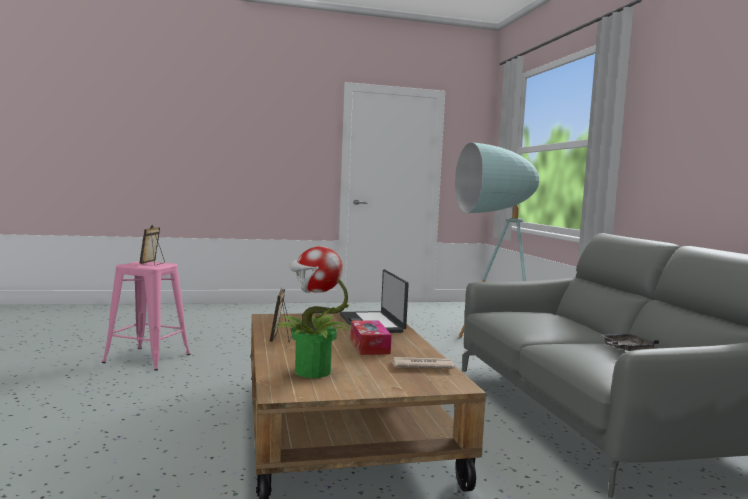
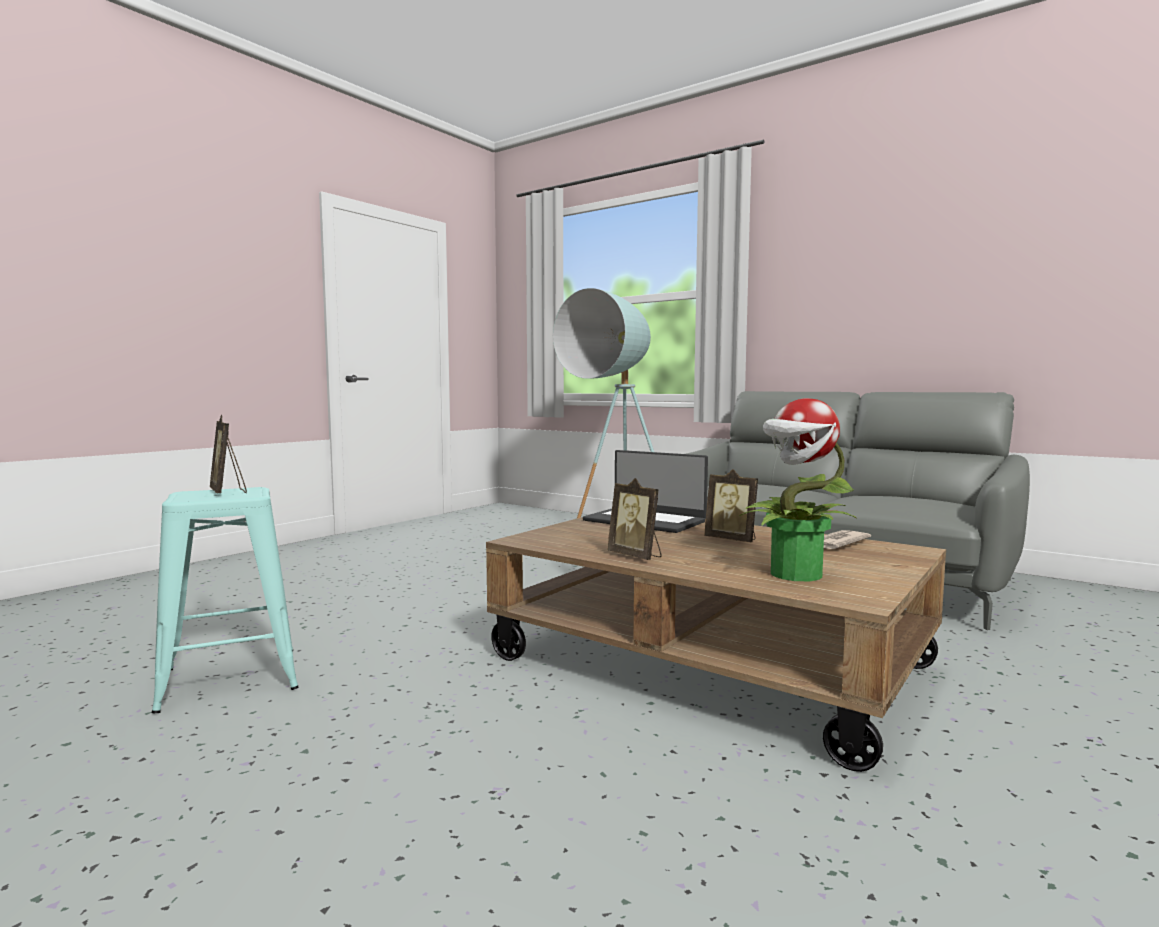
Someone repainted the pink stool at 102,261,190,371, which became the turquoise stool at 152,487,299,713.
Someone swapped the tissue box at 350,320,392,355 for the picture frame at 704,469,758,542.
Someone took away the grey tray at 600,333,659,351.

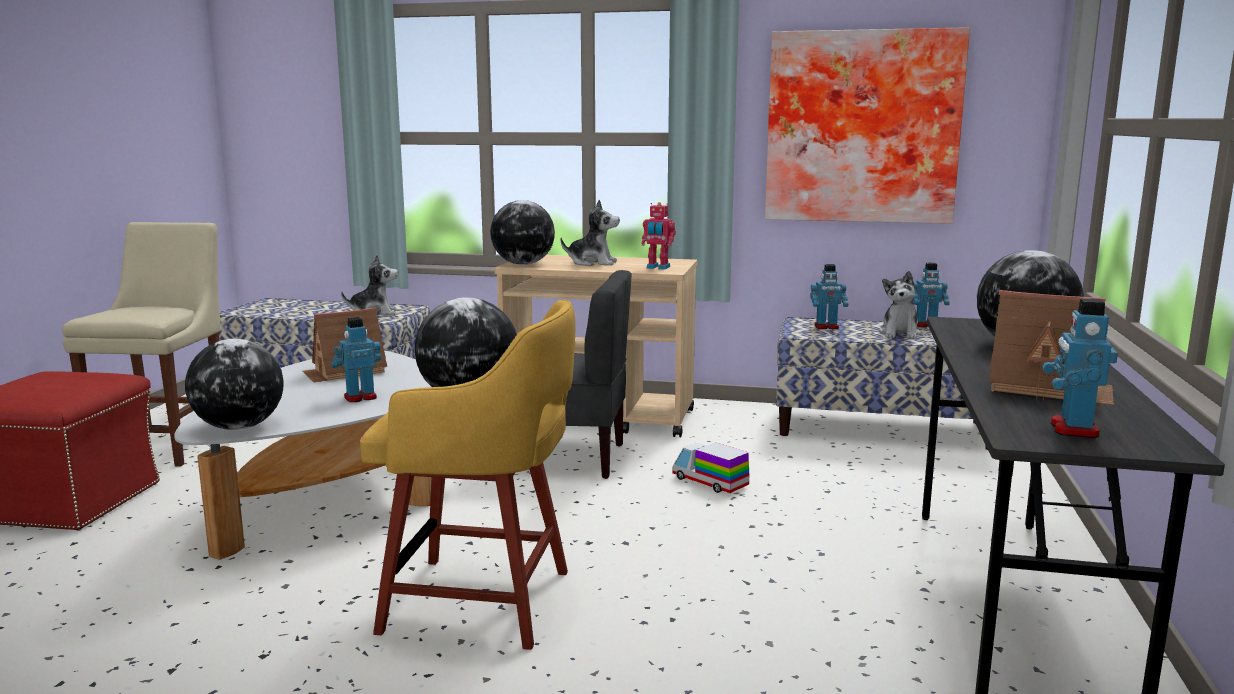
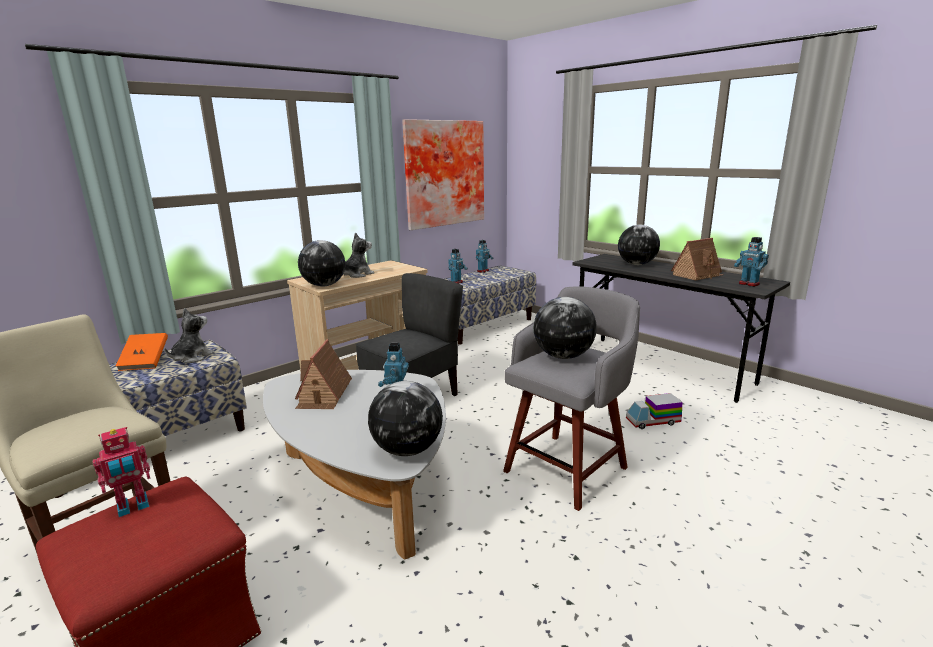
Someone carried the toy robot from 641,202,676,270 to 92,427,150,517.
Someone put down the orange book at 116,333,168,371.
Someone repainted the yellow stool at 360,300,575,650, which became the grey stool at 503,286,640,511.
Someone carried the toy truck from 672,442,749,493 to 626,393,682,429.
Someone took away the plush toy at 879,271,921,339.

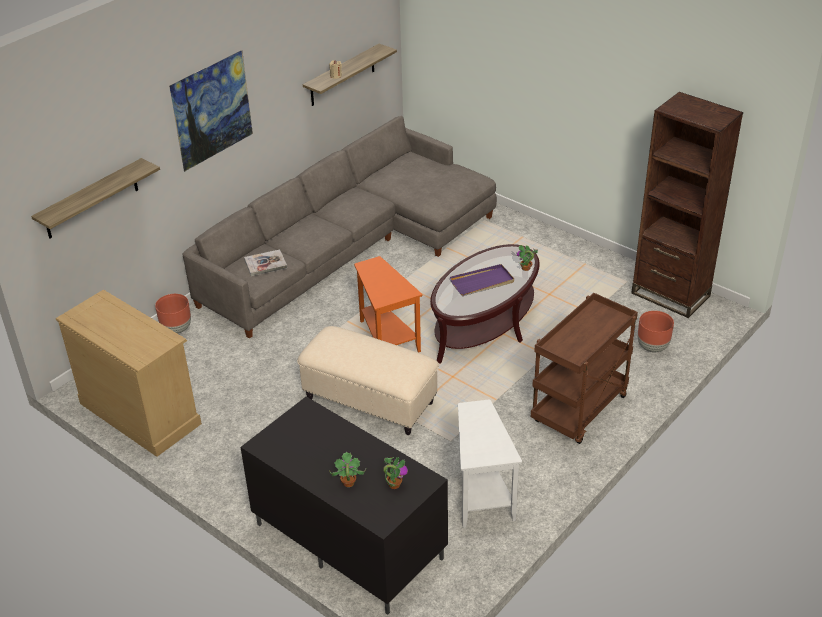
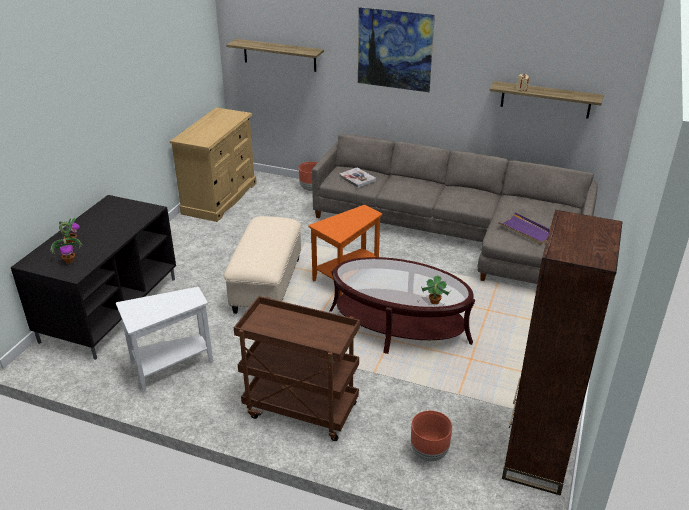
Someone carried the purple tray from 450,264,514,296 to 498,212,550,245.

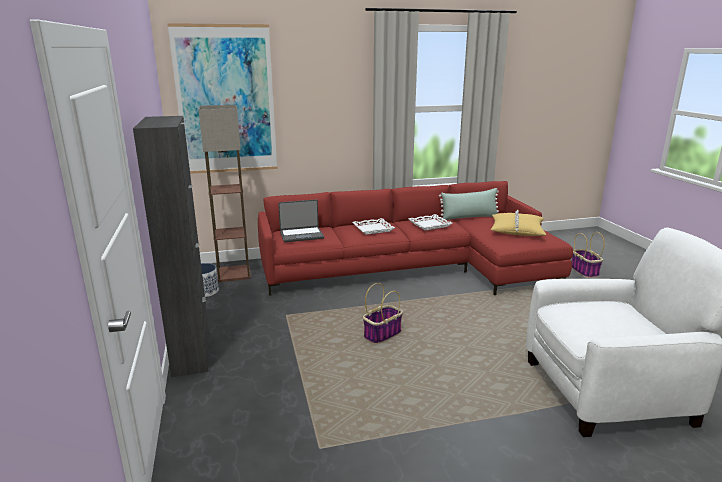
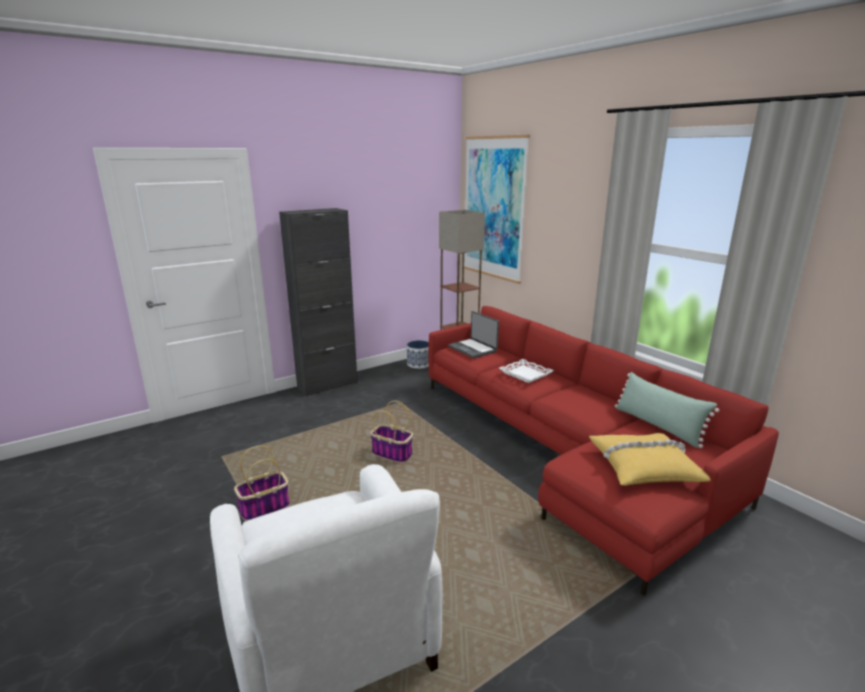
Someone carried the basket from 571,232,605,278 to 234,446,290,521.
Someone took away the white tray at 408,214,453,230.

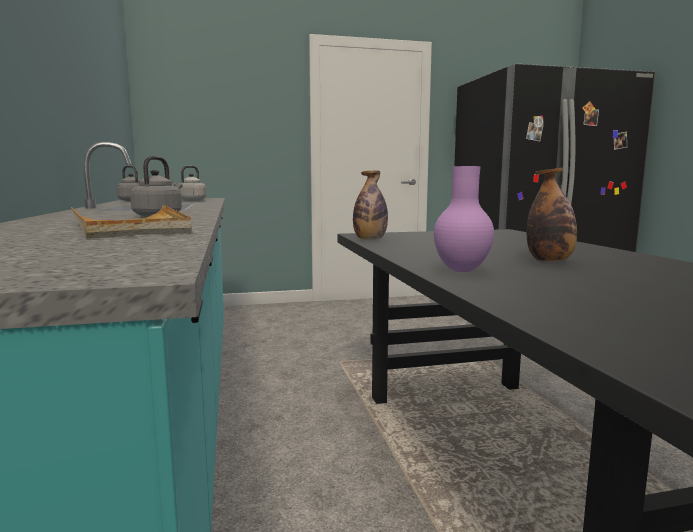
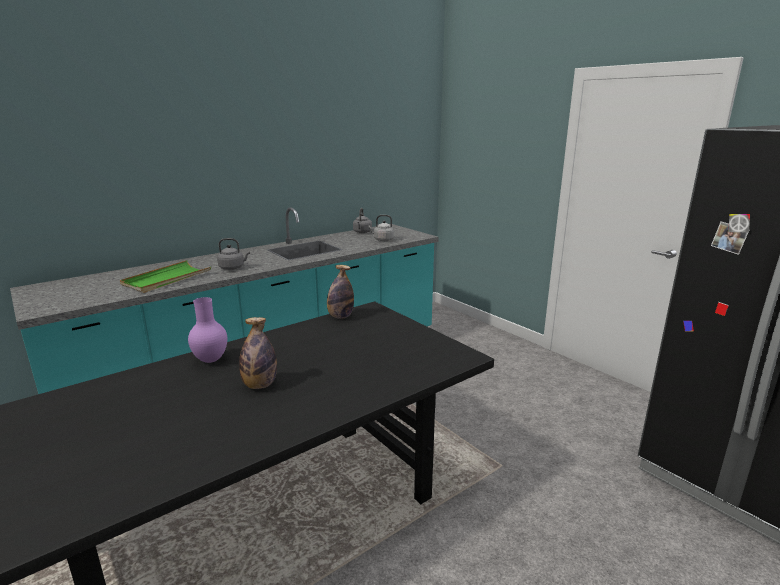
Someone repainted the beige tray at 71,205,192,239, which became the green tray at 120,260,211,293.

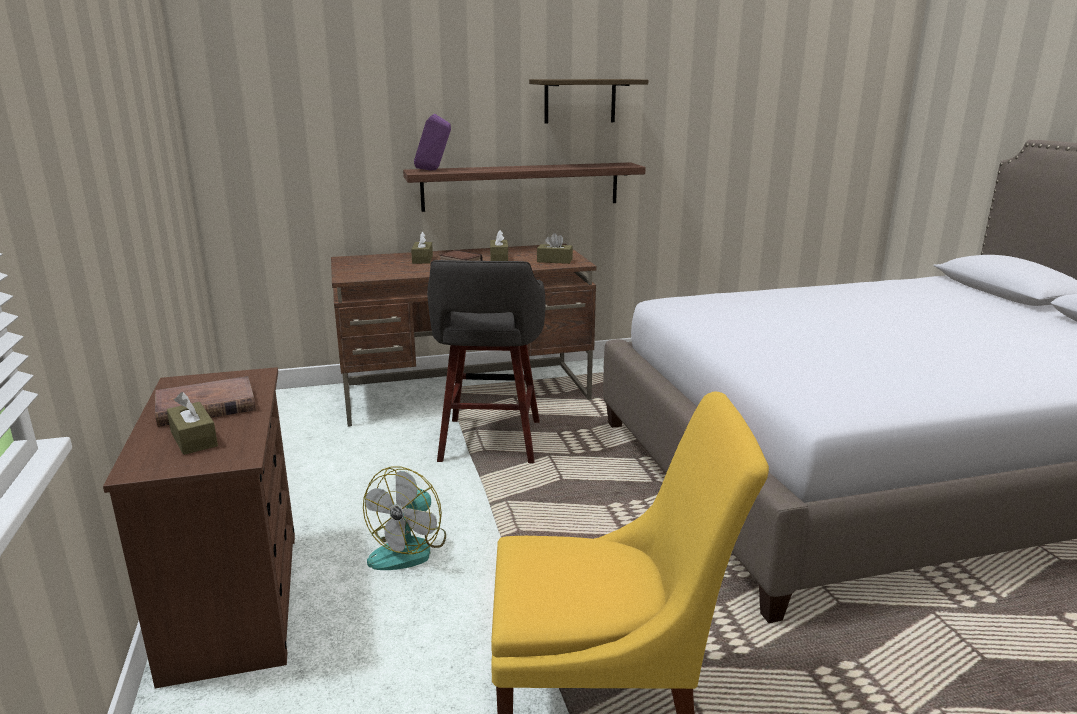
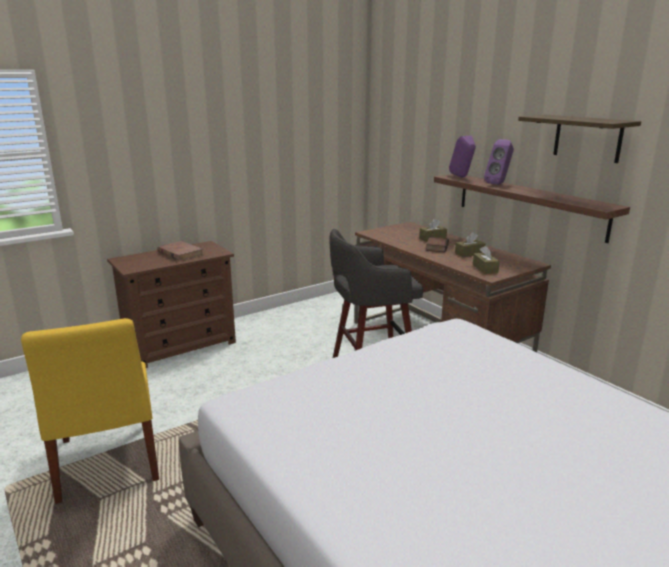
Someone put down the purple speaker at 484,139,514,185.
Someone took away the brown tissue box at 167,392,218,455.
Someone took away the fan at 363,466,446,570.

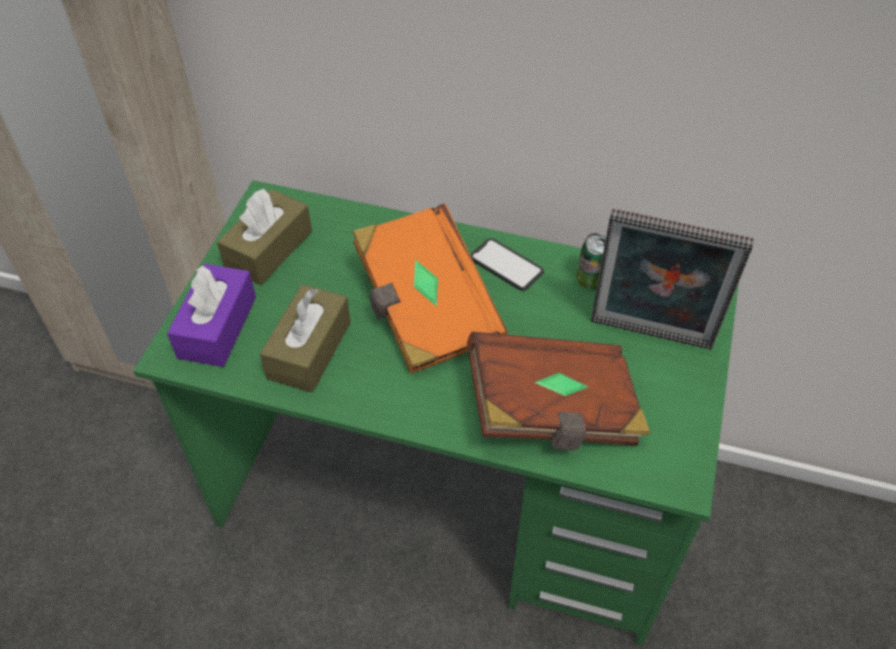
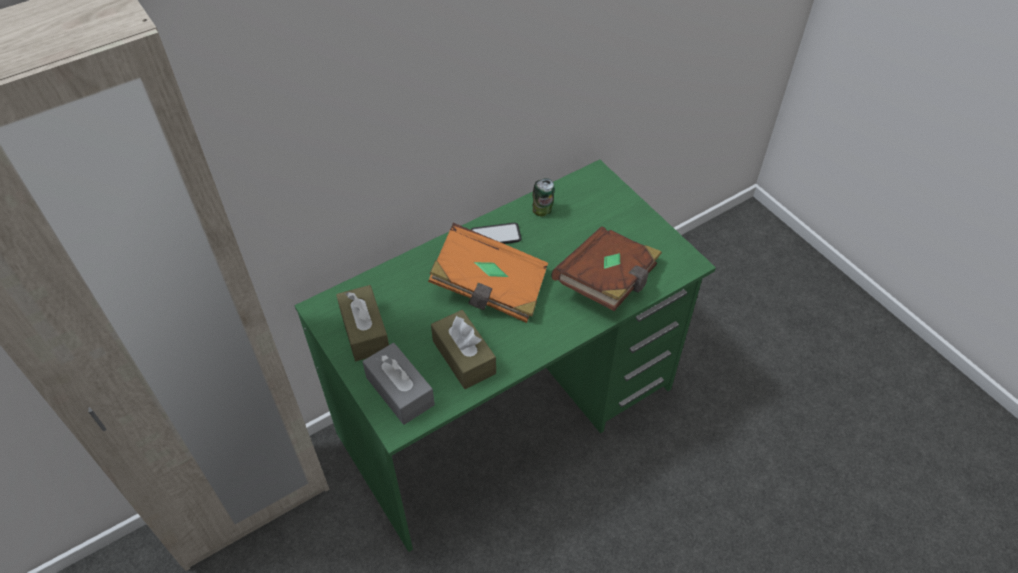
Someone repainted the purple tissue box at 167,264,256,367, which became the grey tissue box at 362,343,435,425.
Someone took away the picture frame at 591,209,754,349.

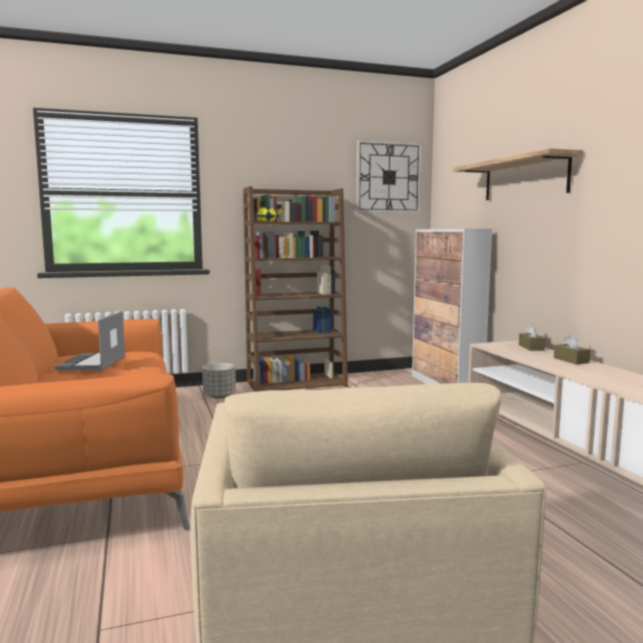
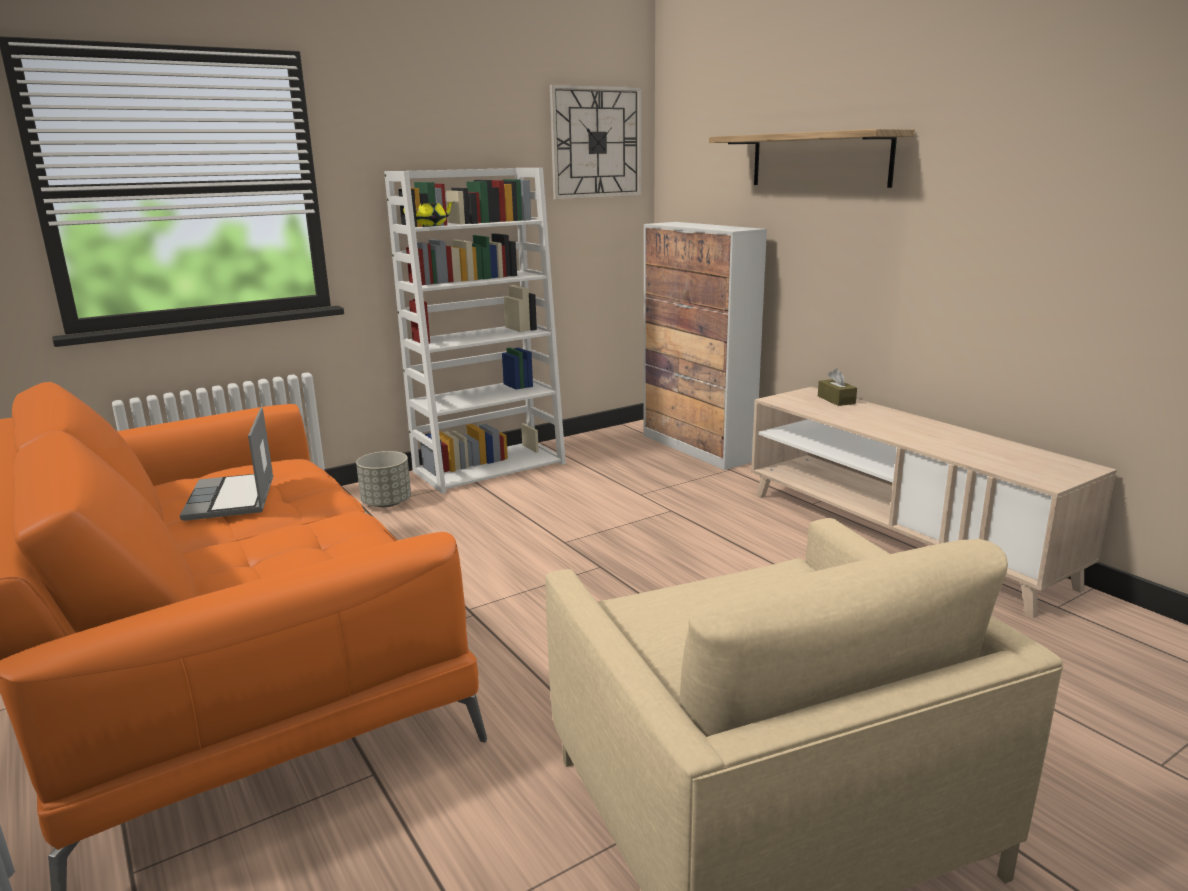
Someone repainted the brown bookcase at 243,186,348,392, which became the white bookcase at 384,168,566,494.
Someone took away the brown tissue box at 554,334,590,364.

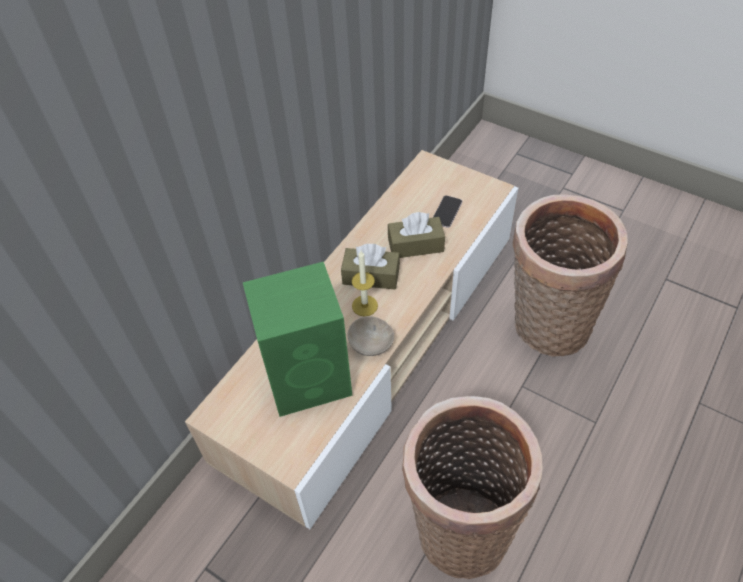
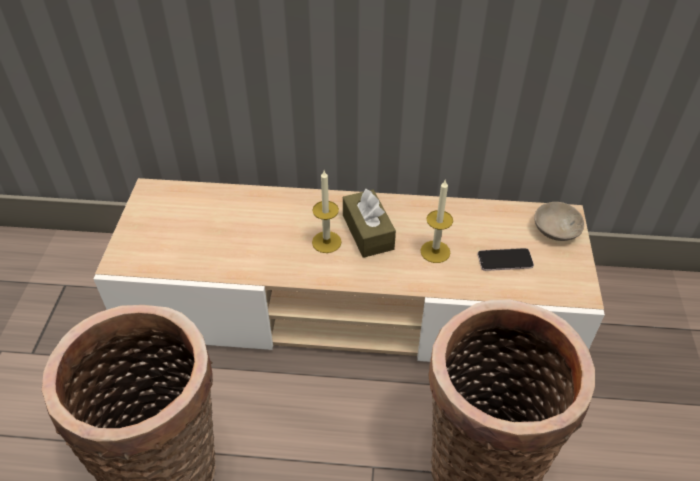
Someone swapped the brown tissue box at 388,212,445,258 for the candle at 420,180,453,263.
Someone carried the beige bowl from 347,316,394,356 to 534,202,584,241.
Someone took away the green speaker at 243,262,353,417.

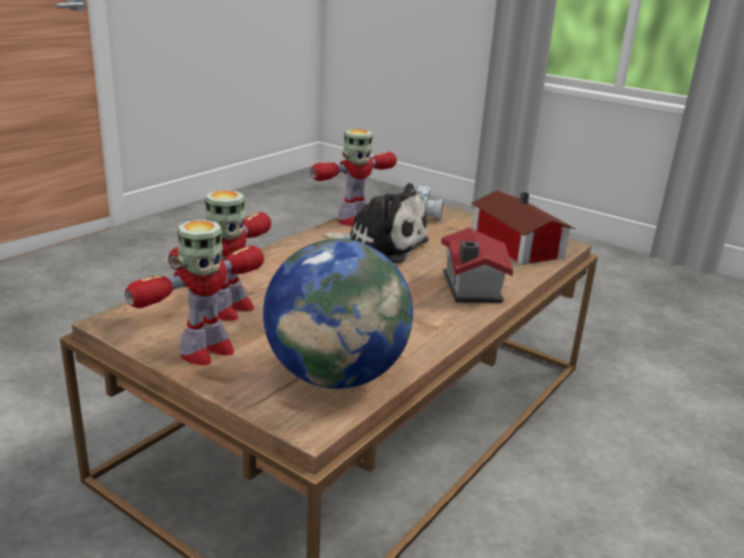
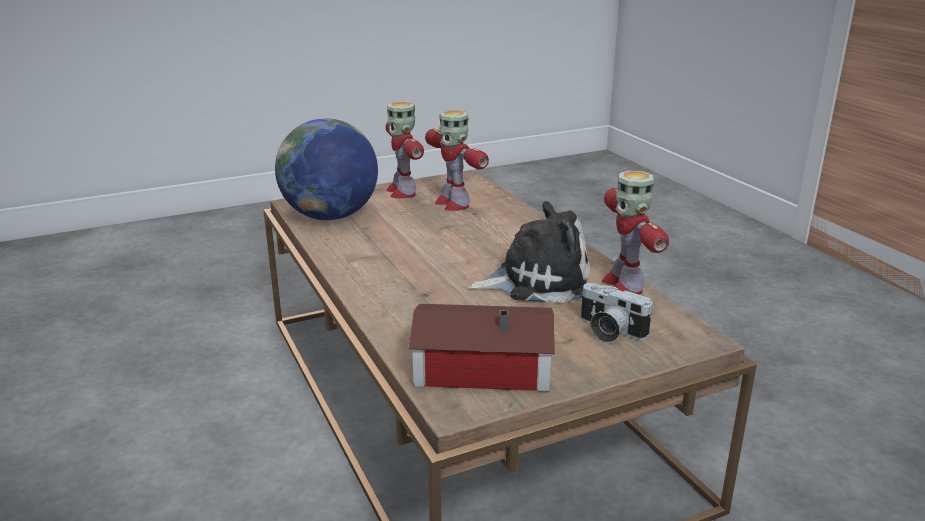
Someone rotated the plush toy at 323,183,429,264 by 150 degrees counterclockwise.
Someone took away the toy house at 441,228,513,303.

